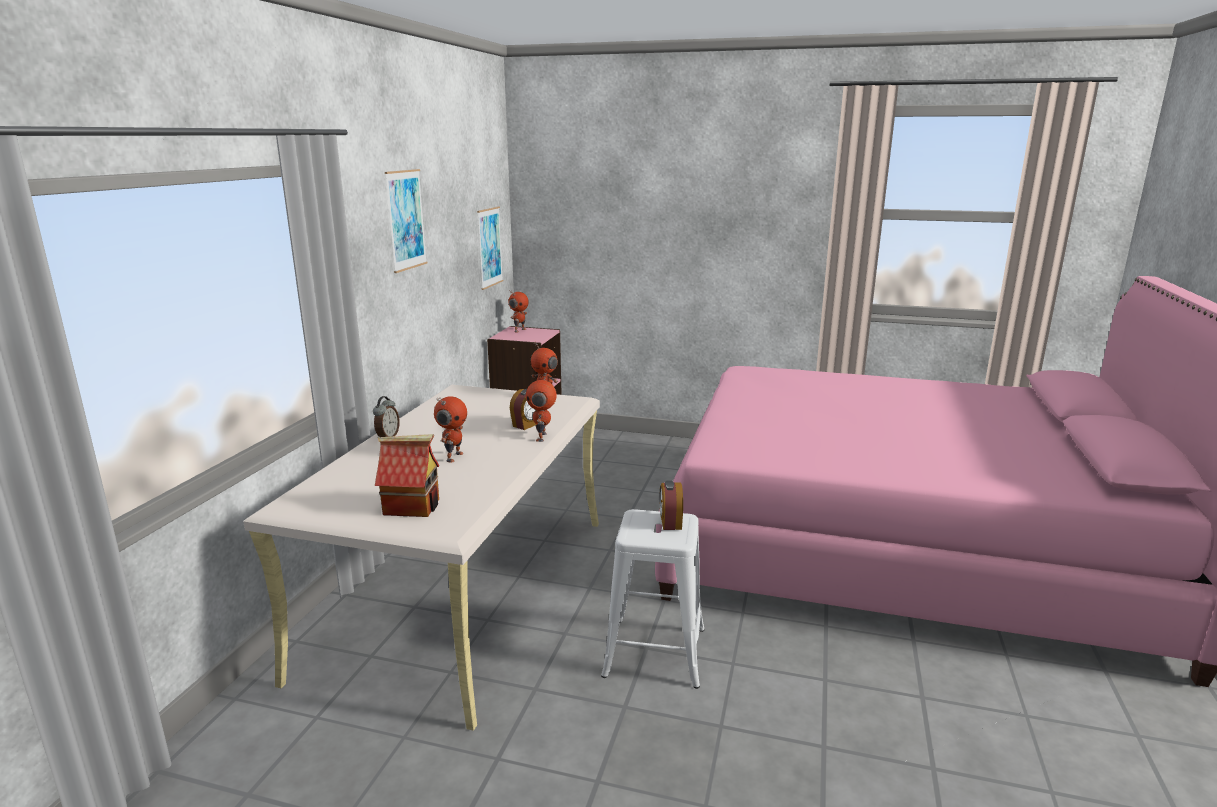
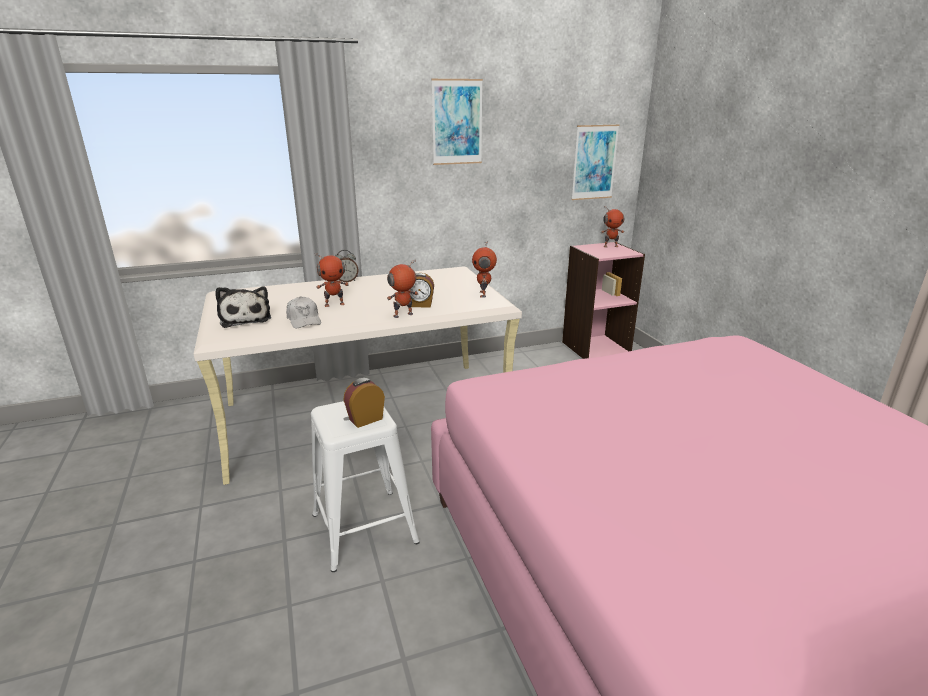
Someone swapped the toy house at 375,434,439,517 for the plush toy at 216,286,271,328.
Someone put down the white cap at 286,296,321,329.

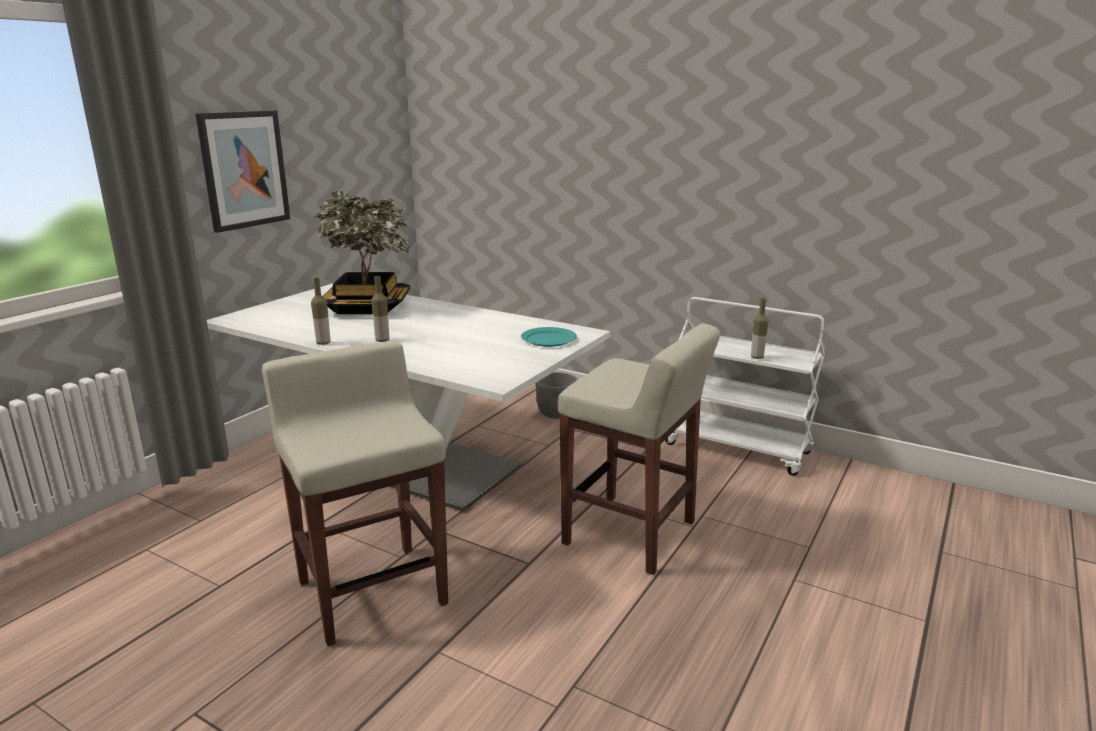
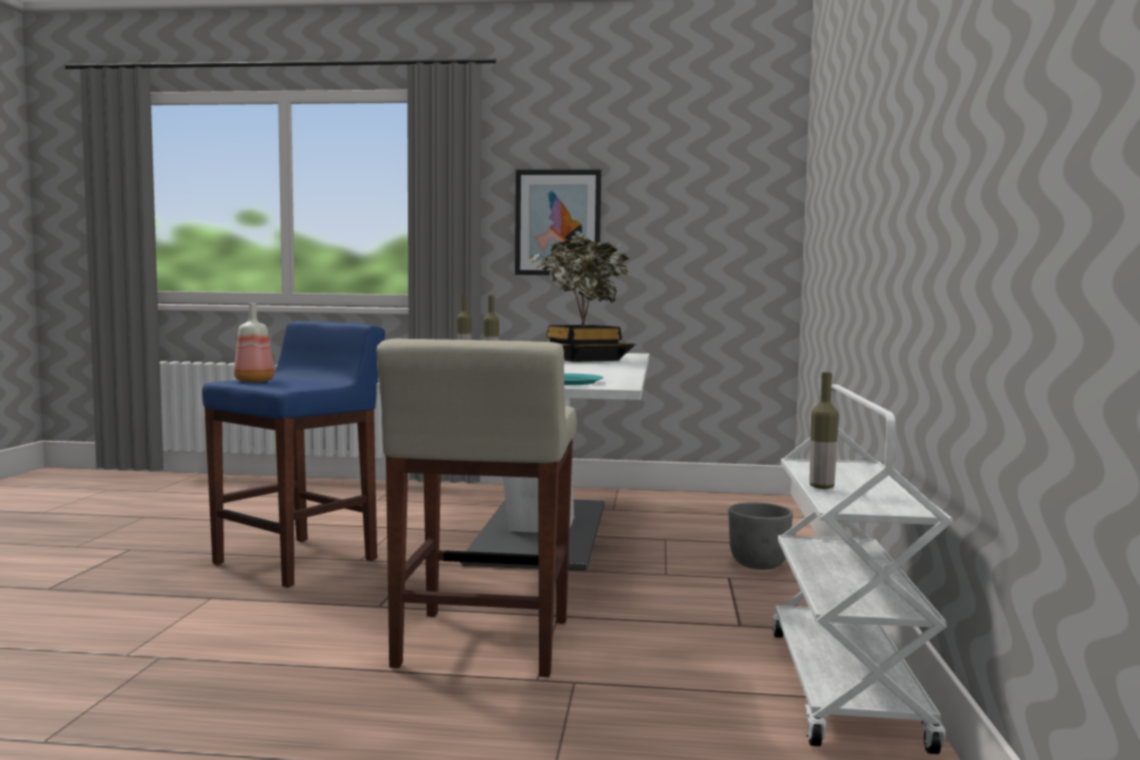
Someone repainted the beige stool at 262,341,448,646, which became the blue stool at 202,321,385,588.
Someone put down the bottle at 234,303,274,382.

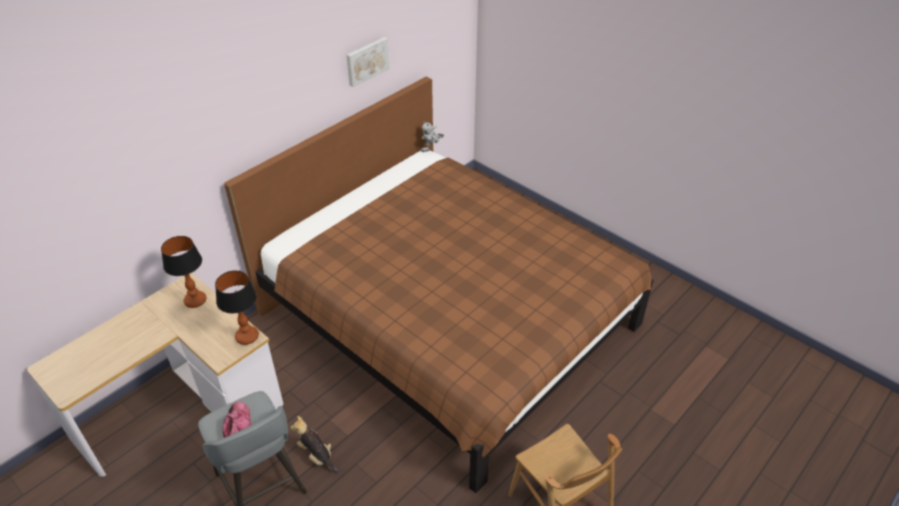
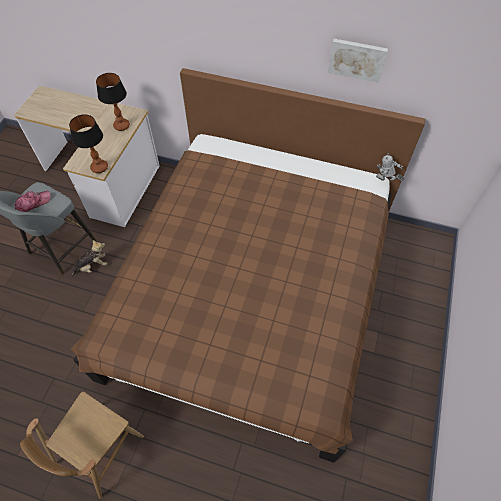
Someone rotated the plush toy at 291,416,340,474 by 45 degrees clockwise.

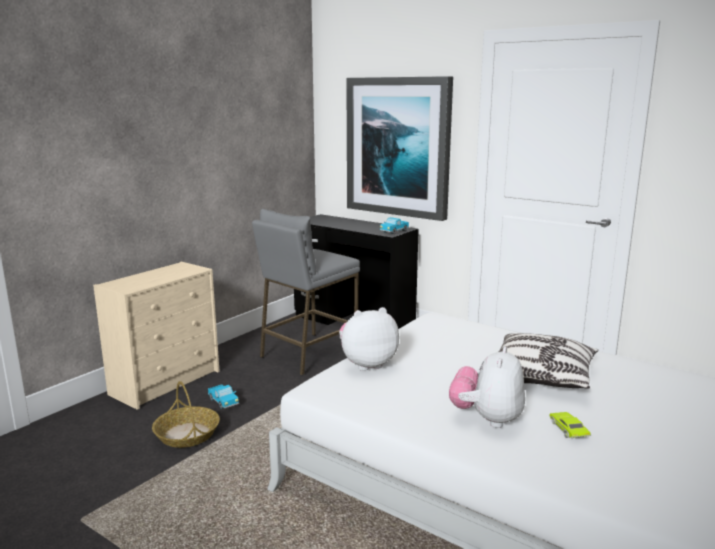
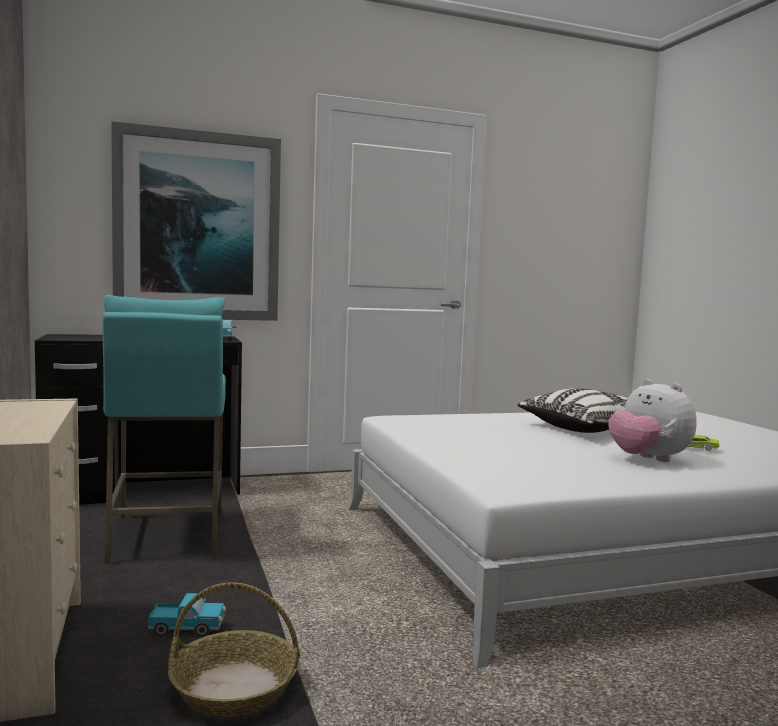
Someone repainted the grey stool at 252,209,360,375, which became the turquoise stool at 103,295,226,563.
Someone took away the plush toy at 339,307,399,371.

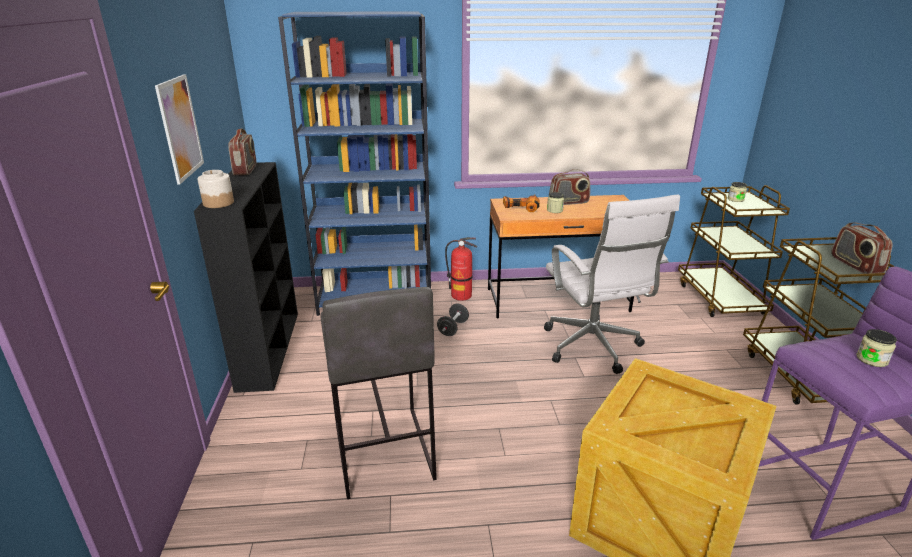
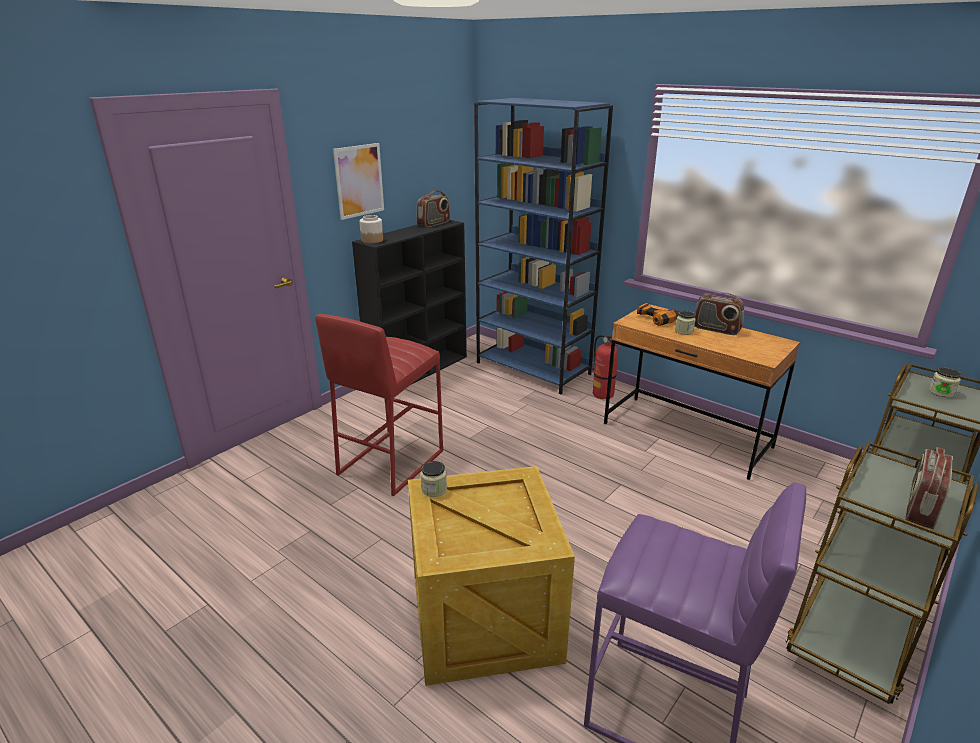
Someone repainted the grey stool at 320,287,437,499, which became the red stool at 315,314,443,496.
Someone carried the jar from 856,329,897,367 to 420,461,447,497.
Someone took away the black dumbbell at 437,303,469,336.
Someone took away the white office chair at 544,195,680,374.

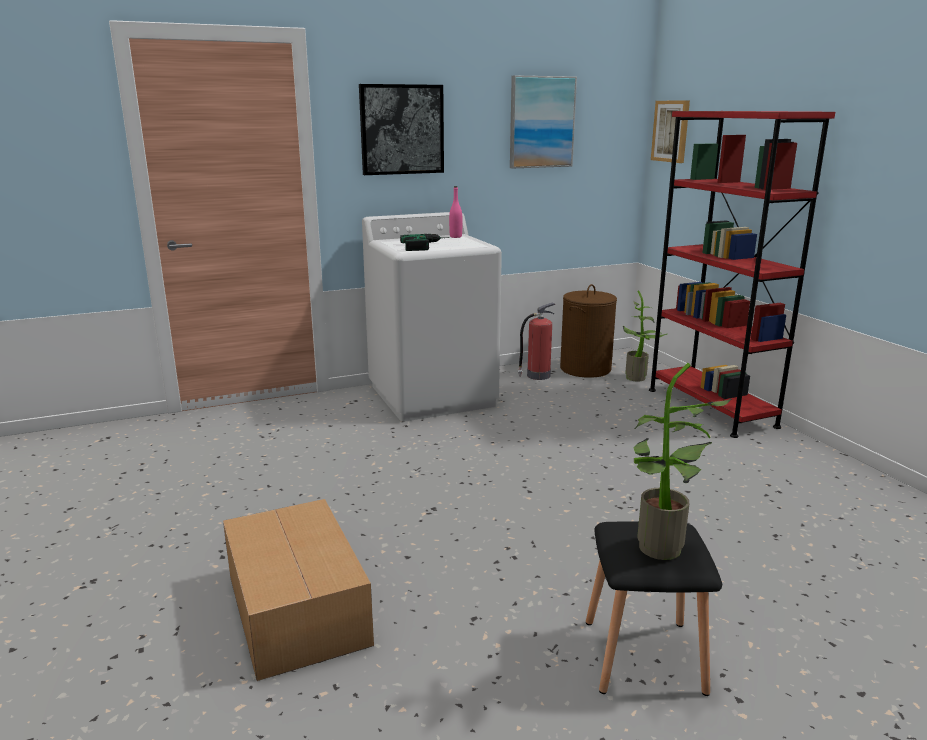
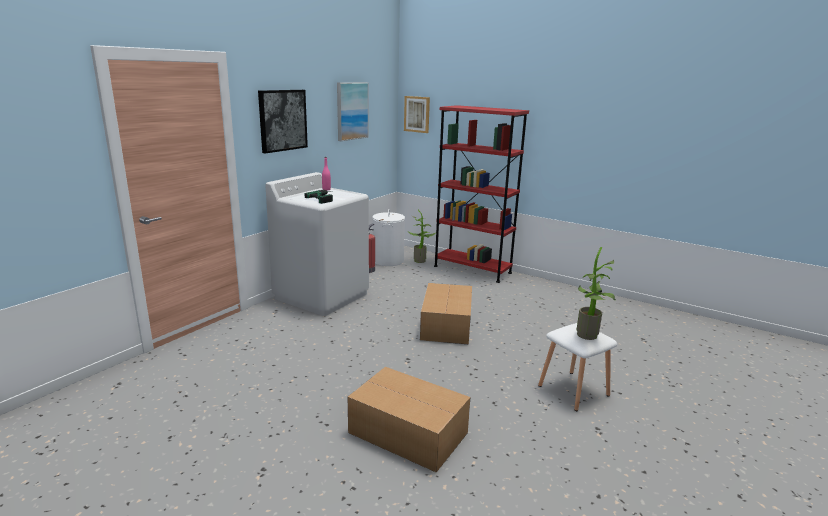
Someone repainted the brown laundry basket at 560,284,617,378, which became the white laundry basket at 372,209,405,266.
Someone put down the cardboard box at 420,283,472,344.
Someone repainted the black stool at 586,521,722,696, which became the white stool at 538,323,617,411.

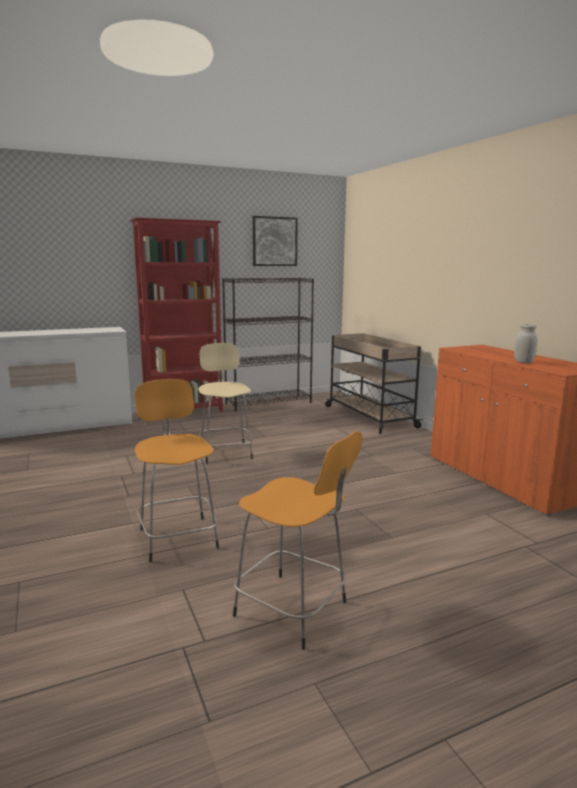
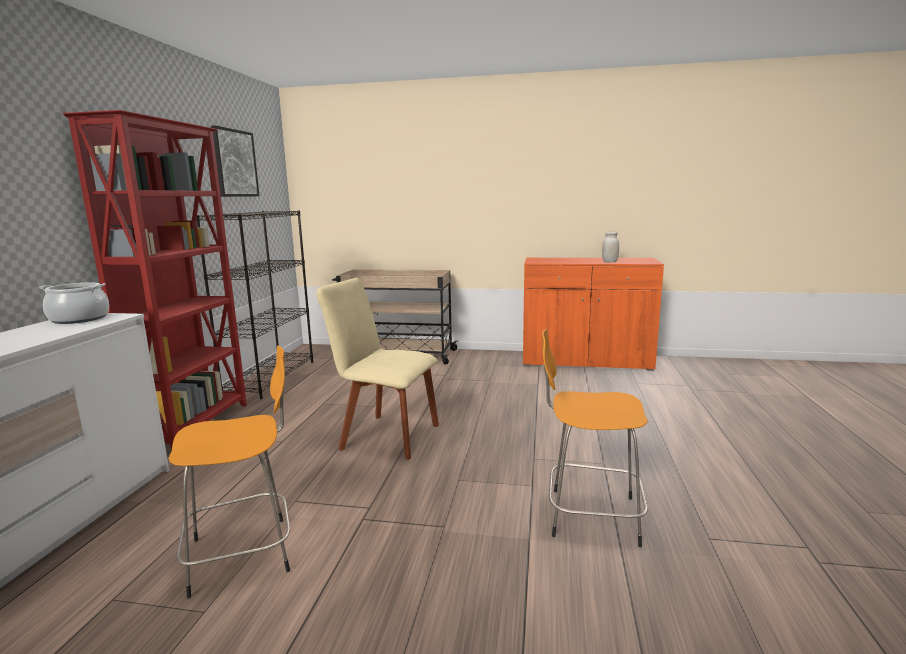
Someone put down the cooking pot at 39,282,109,324.
Someone carried the orange stool from 233,431,363,650 to 169,346,290,599.
Someone swapped the beige stool at 198,343,253,464 for the beige chair at 316,278,439,460.

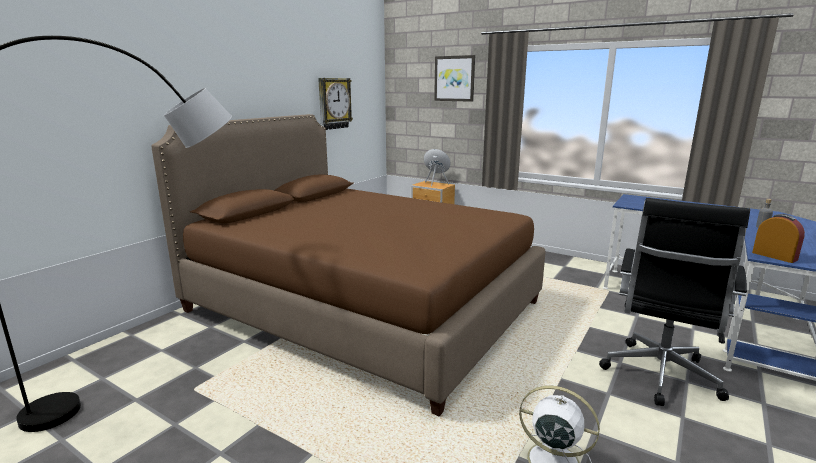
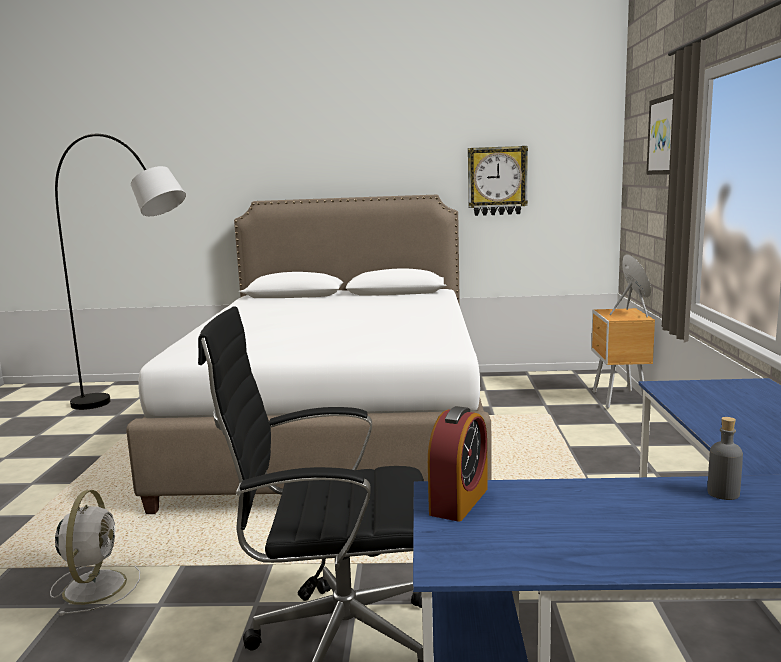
Someone repainted the brown bed at 151,114,546,416, which became the white bed at 126,195,492,514.

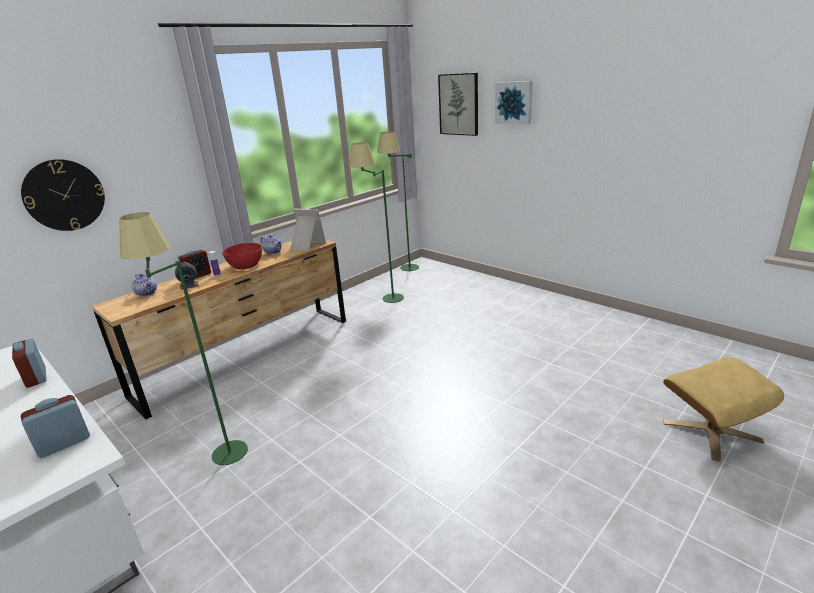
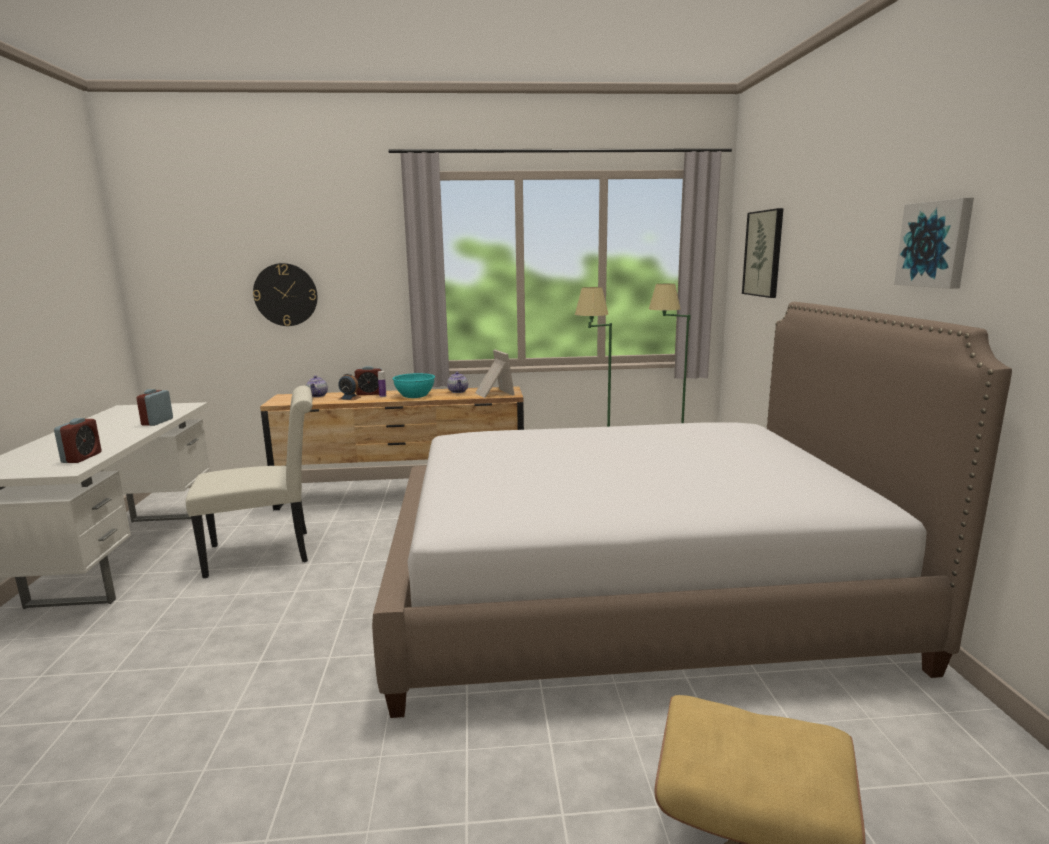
Someone rotated the alarm clock at 21,395,90,458 by 90 degrees clockwise.
Someone swapped the green floor lamp at 119,212,248,465 for the white chair at 186,386,312,578.
Someone put down the bed at 372,302,1012,718.
Someone repainted the red bowl at 222,243,262,270, which became the turquoise bowl at 392,373,435,398.
Someone carried the picture from 495,81,533,125 to 894,198,974,289.

